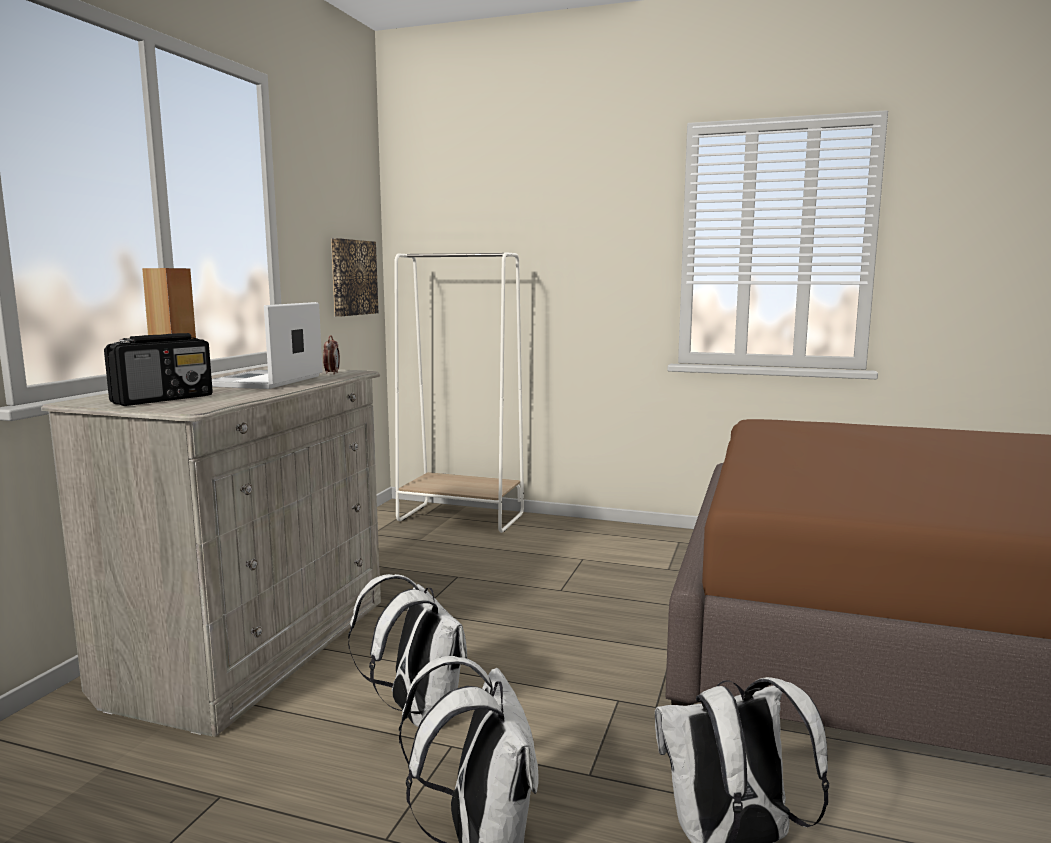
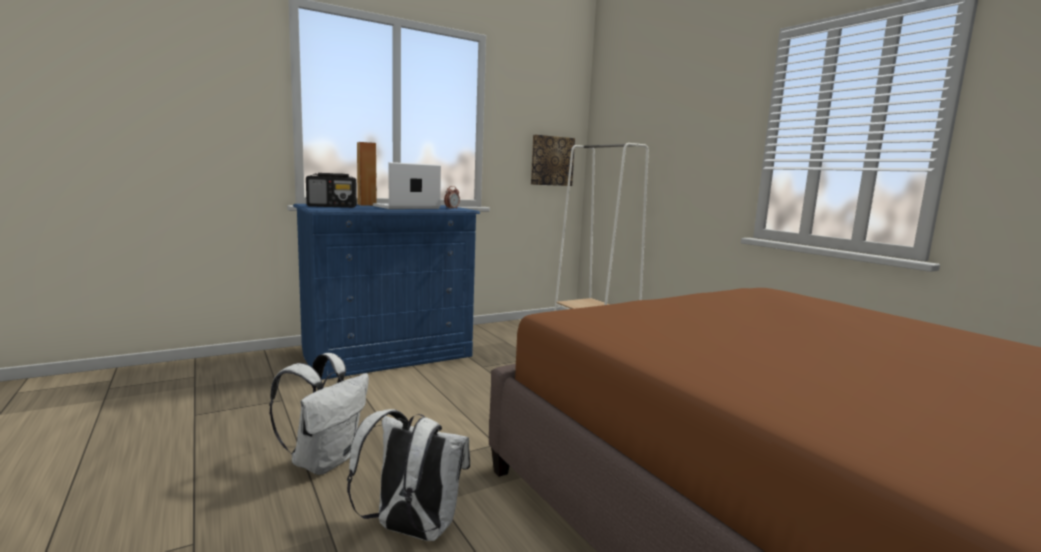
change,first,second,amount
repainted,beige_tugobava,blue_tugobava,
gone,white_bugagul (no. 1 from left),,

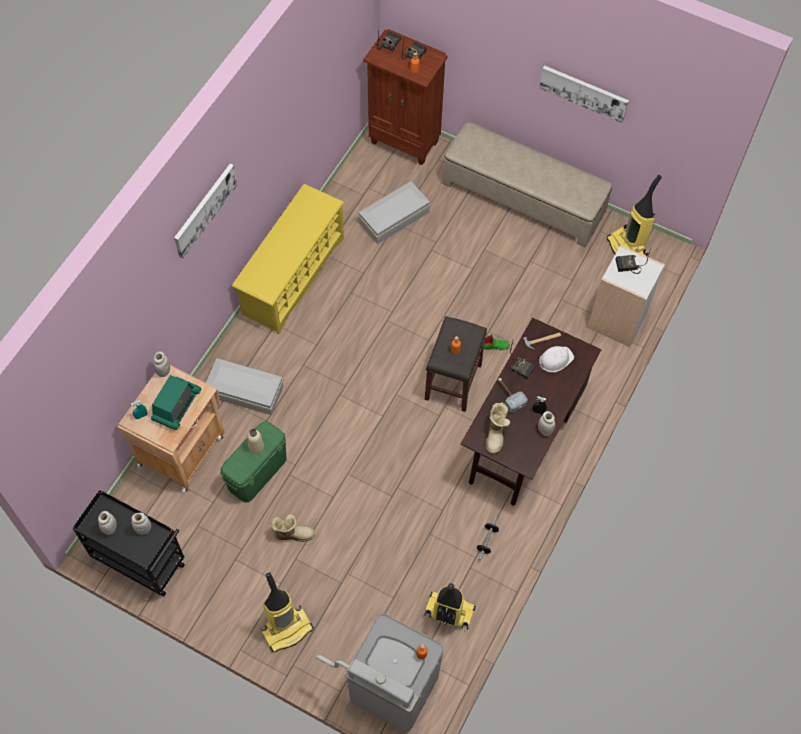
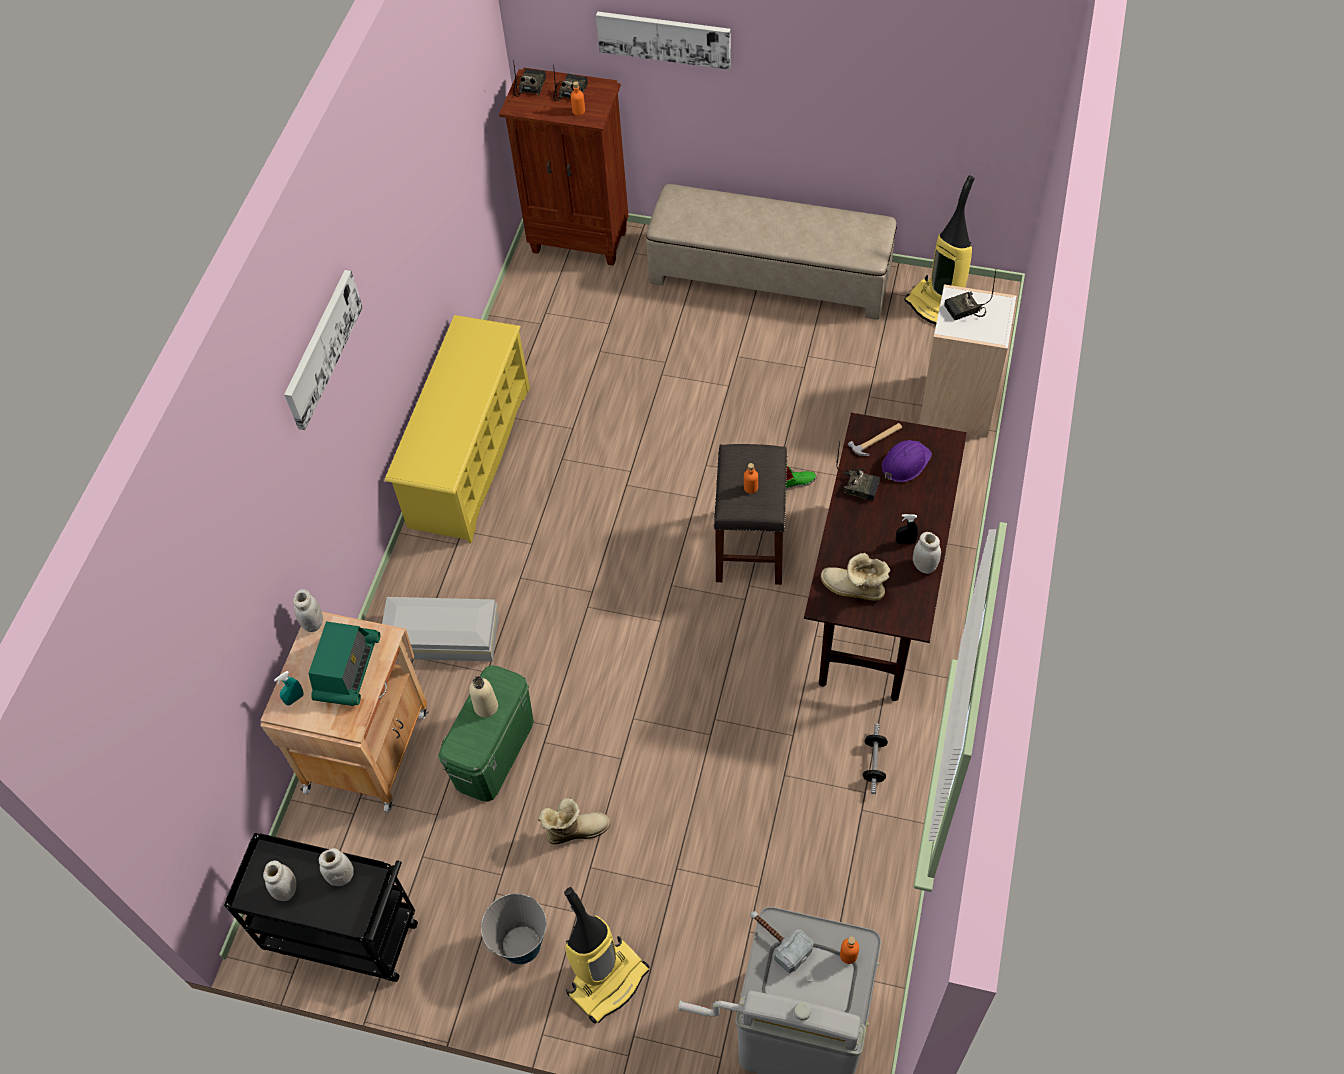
change,first,second,amount
new,,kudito,
shifted,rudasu (no. 2 from left),,
shifted,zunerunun (no. 1 from left),,
rotated,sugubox (no. 2 from left),,120 degrees clockwise
repainted,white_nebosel,purple_nebosel,
gone,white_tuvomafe (no. 2 from left),,
gone,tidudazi (no. 2 from left),,

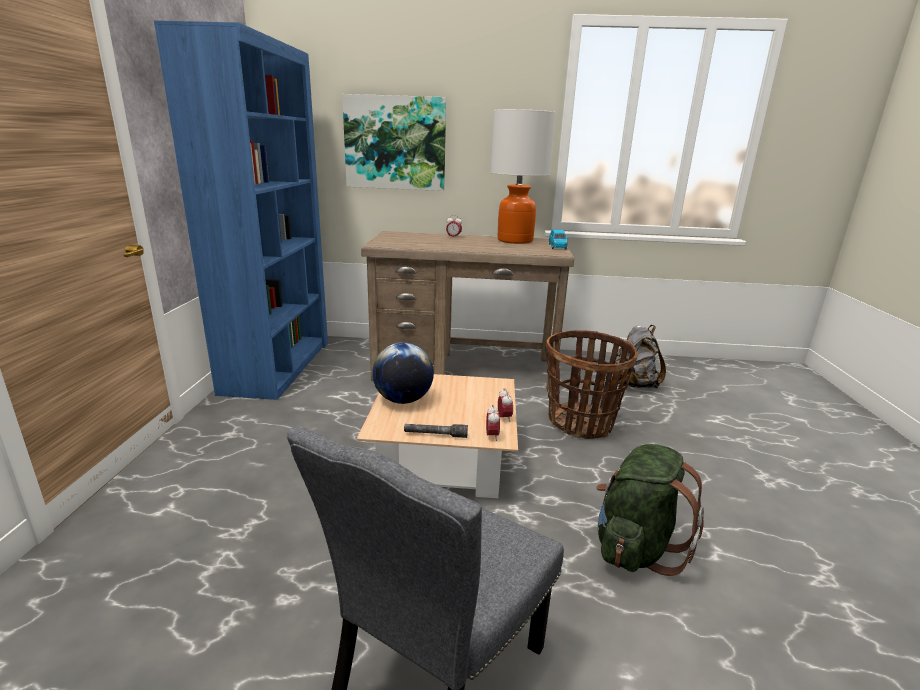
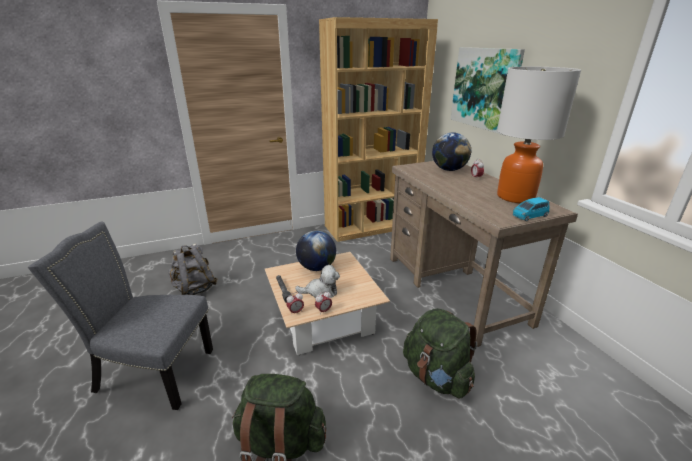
change,first,second,amount
shifted,grey_bugagul,,
new,,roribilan,
repainted,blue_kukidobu,brown_kukidobu,
swapped,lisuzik,green_bugagul (no. 2 from left),
new,,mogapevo (no. 2 from left),

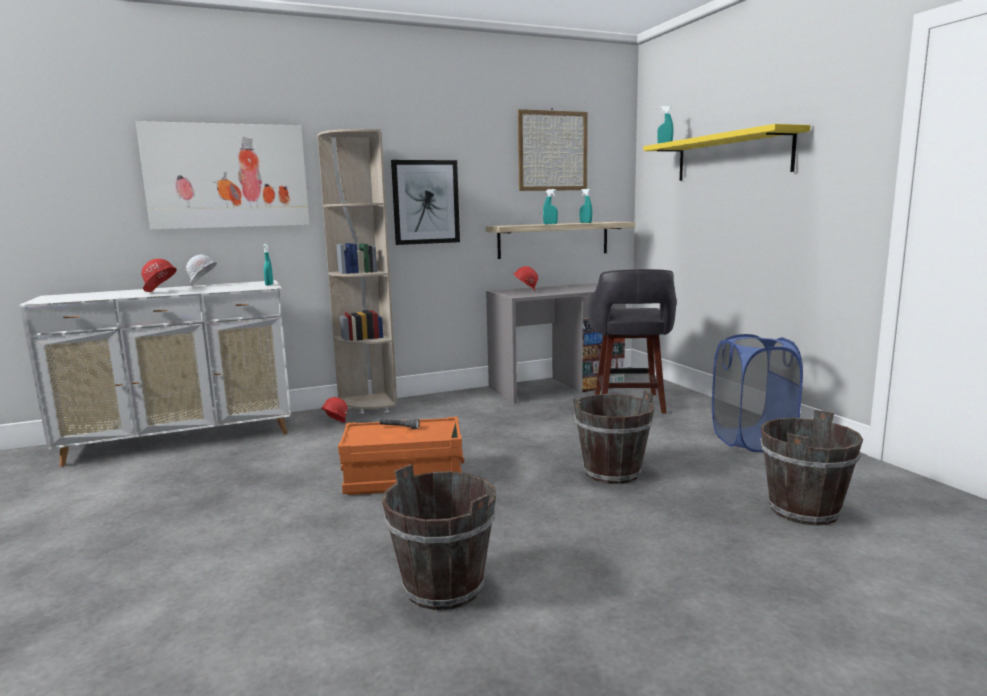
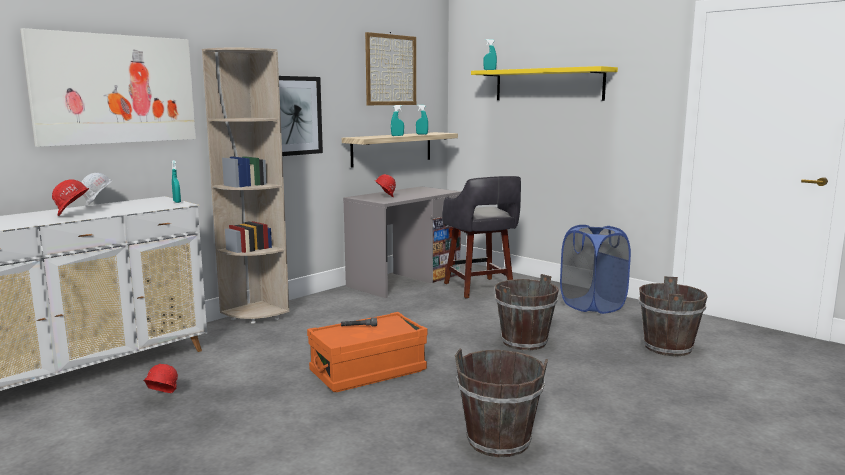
change,first,second,amount
shifted,red_nebosel (no. 2 from left),,

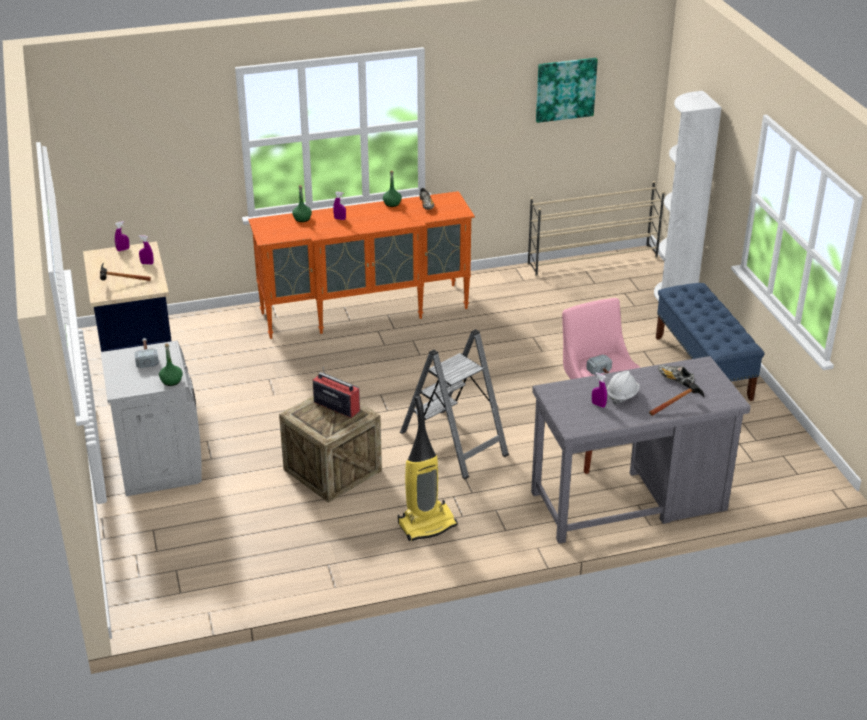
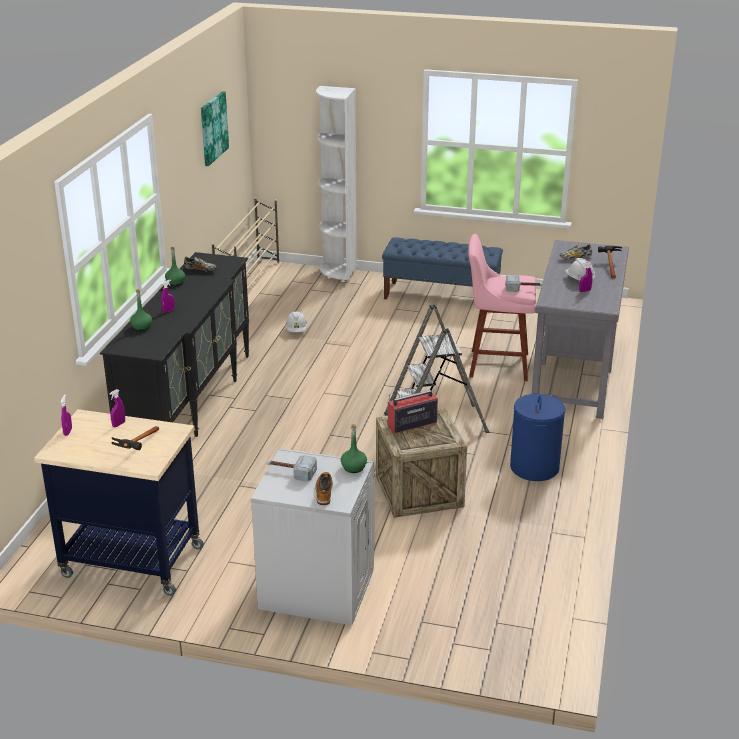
change,first,second,amount
repainted,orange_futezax,black_futezax,
new,,white_nebosel (no. 1 from left),
new,,sugubox,
swapped,tidudazi,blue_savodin,

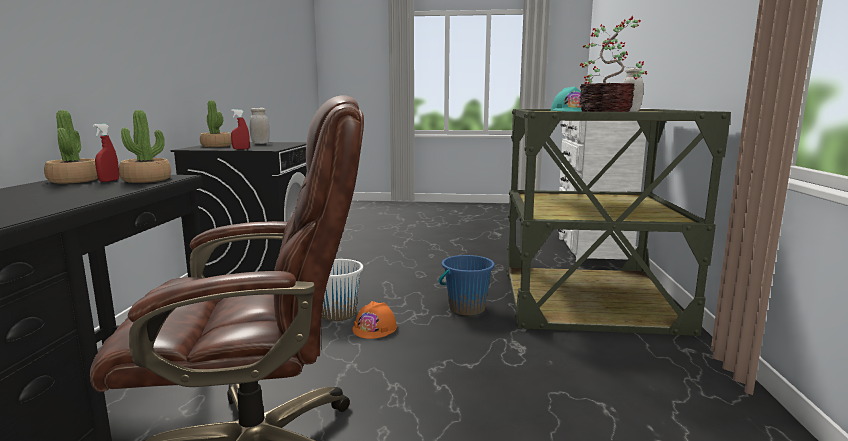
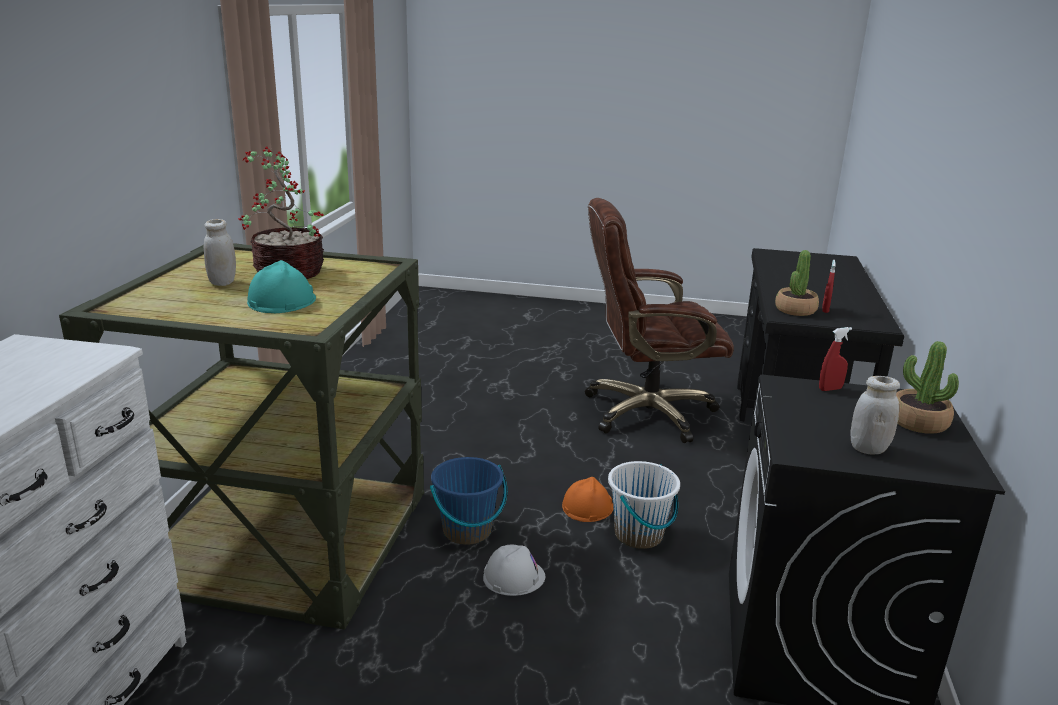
change,first,second,amount
new,,white_nebosel,
gone,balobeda (no. 1 from left),,

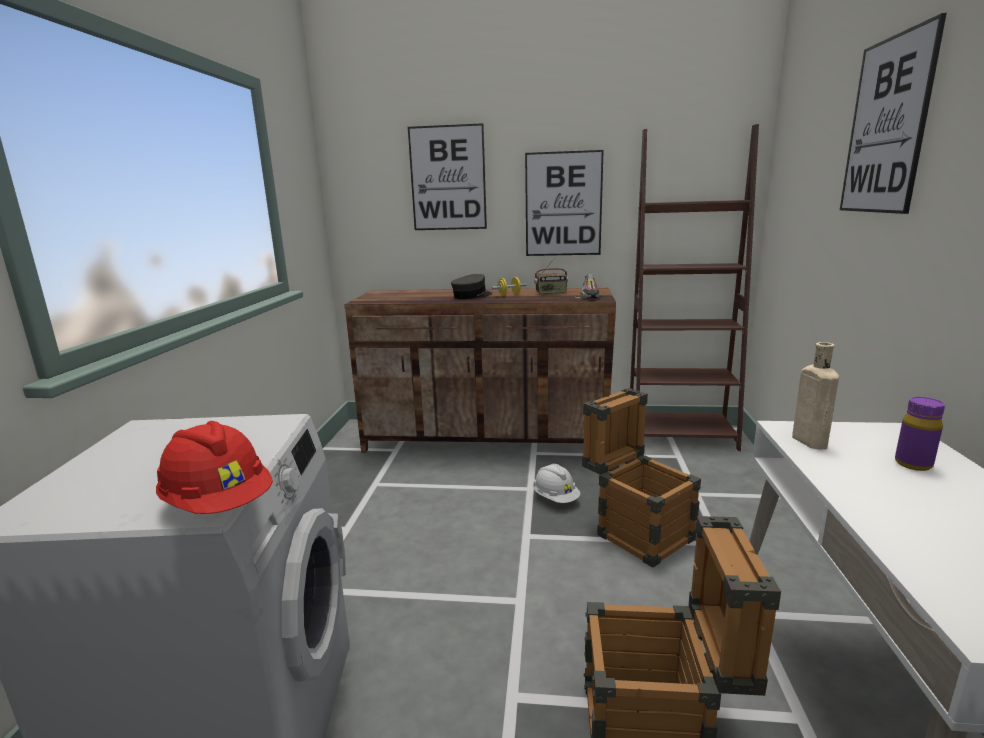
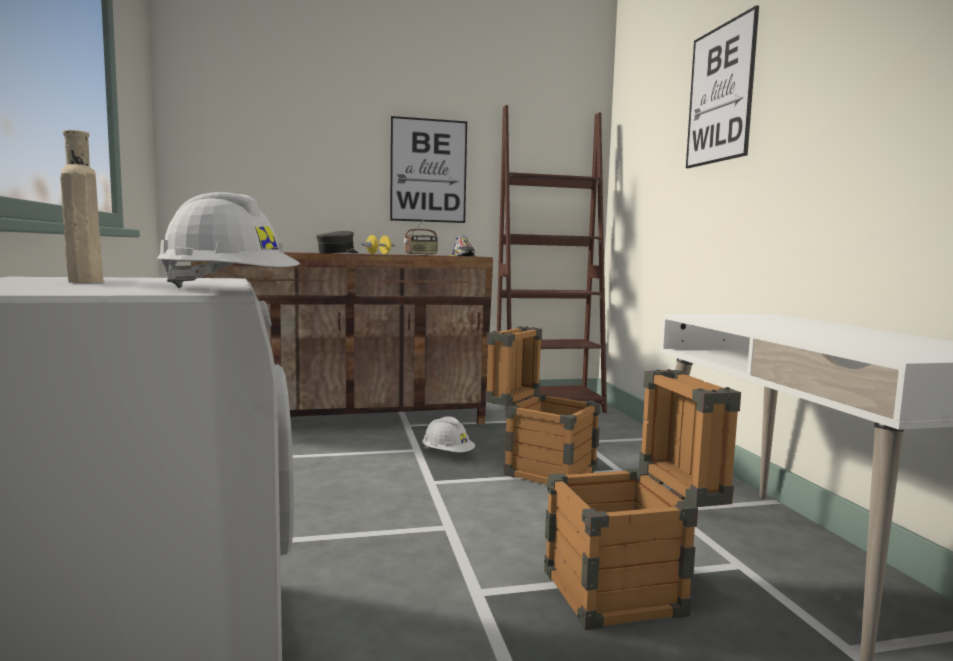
change,first,second,amount
shifted,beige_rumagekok,,
repainted,red_nebosel,white_nebosel (no. 1 from left),
gone,rudasu (no. 1 from left),,
gone,purple_rumagekok,,

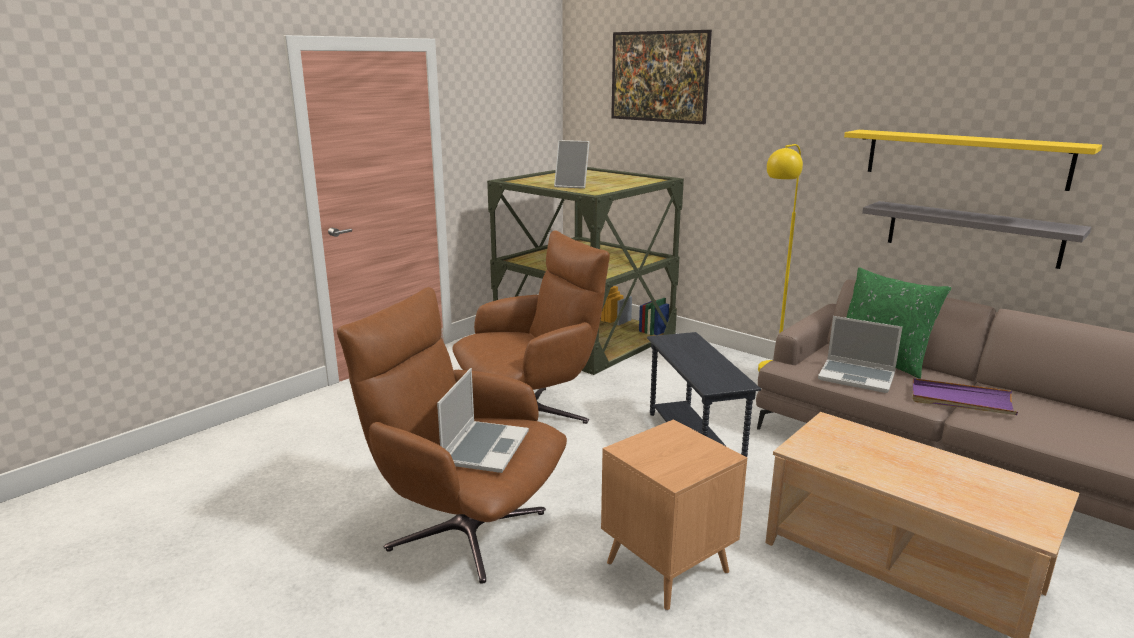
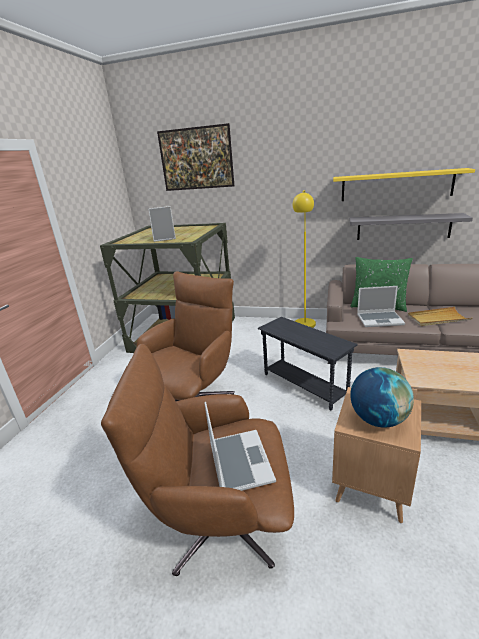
change,first,second,amount
new,,mogapevo,
repainted,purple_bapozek,beige_bapozek,

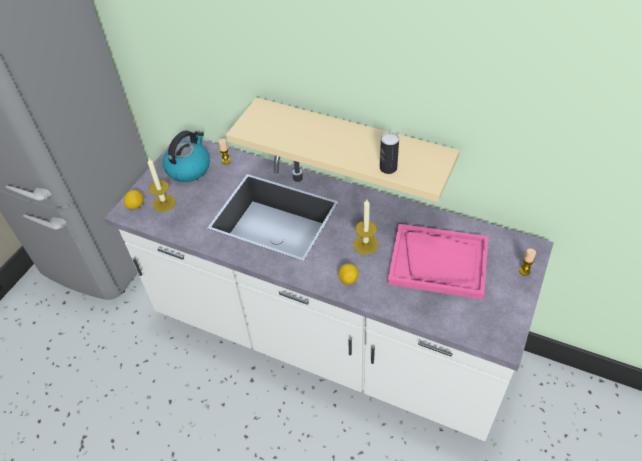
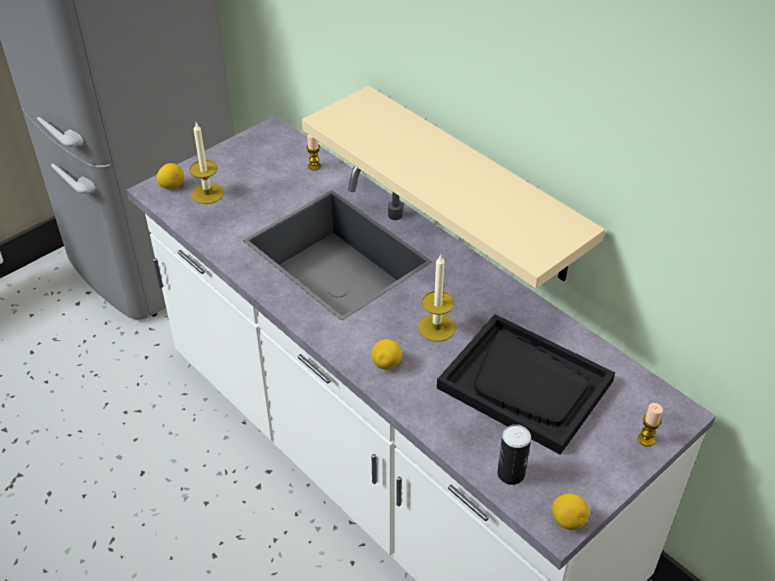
change,first,second,amount
repainted,pink_bapozek,black_bapozek,
shifted,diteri,,
new,,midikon (no. 3 from left),
gone,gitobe,,

